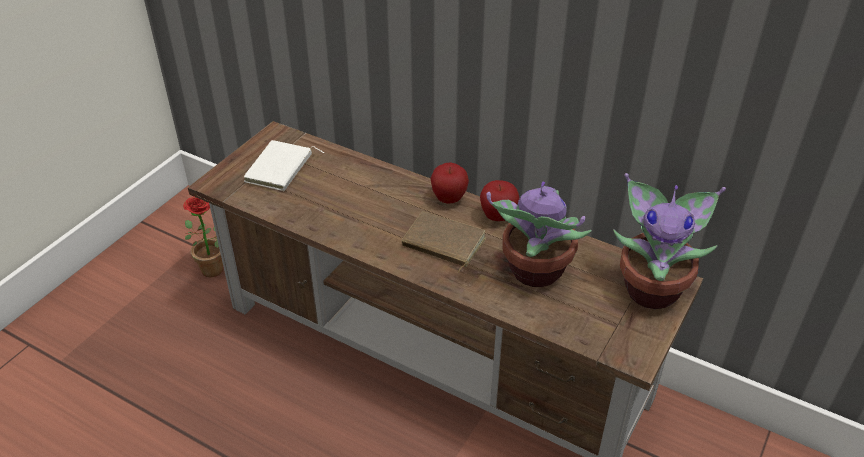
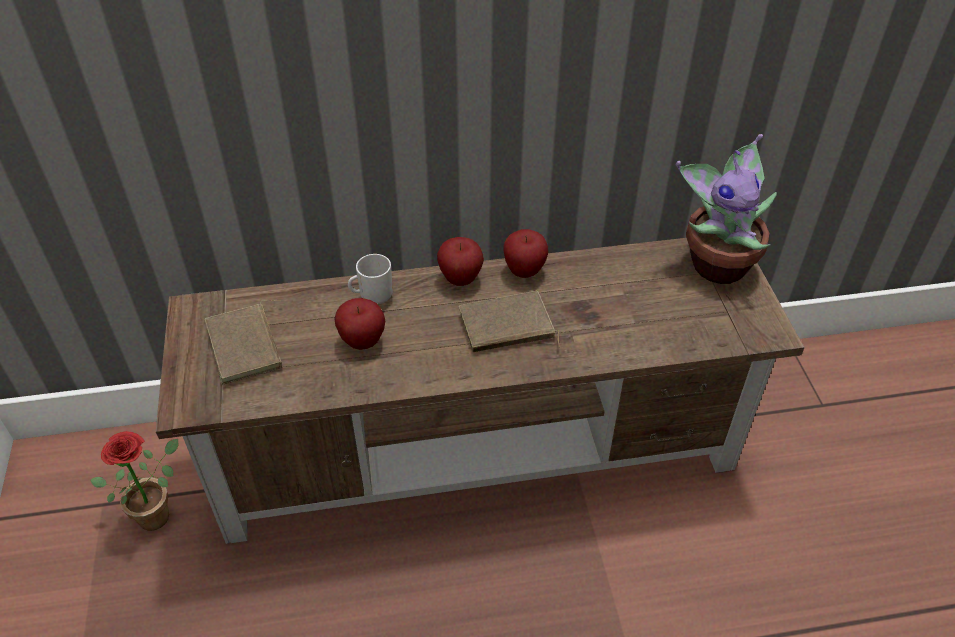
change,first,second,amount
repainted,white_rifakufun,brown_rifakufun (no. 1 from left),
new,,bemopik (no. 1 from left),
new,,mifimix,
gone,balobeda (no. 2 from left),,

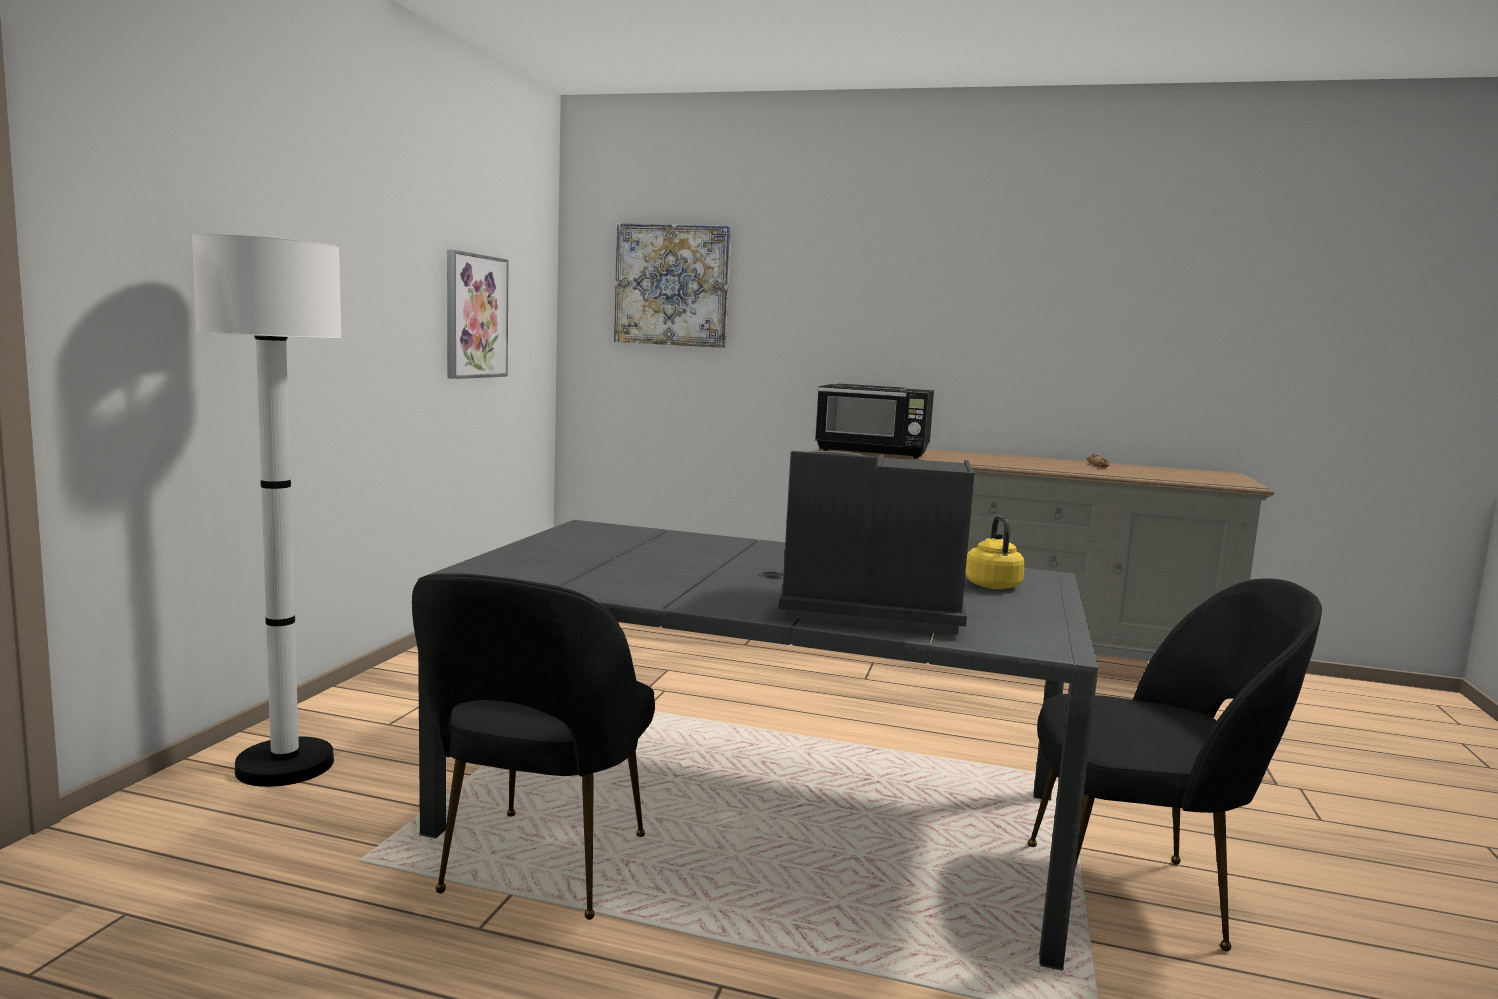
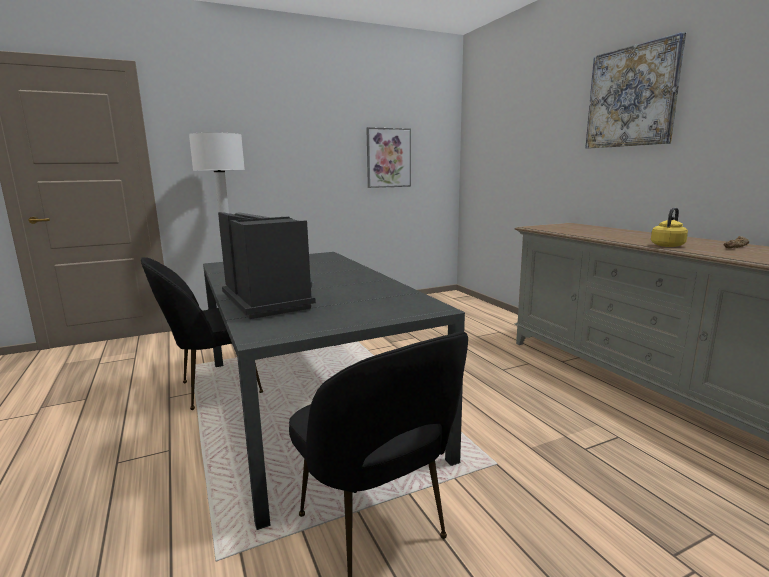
change,first,second,amount
shifted,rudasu (no. 2 from left),,
shifted,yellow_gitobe,,
gone,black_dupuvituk,,

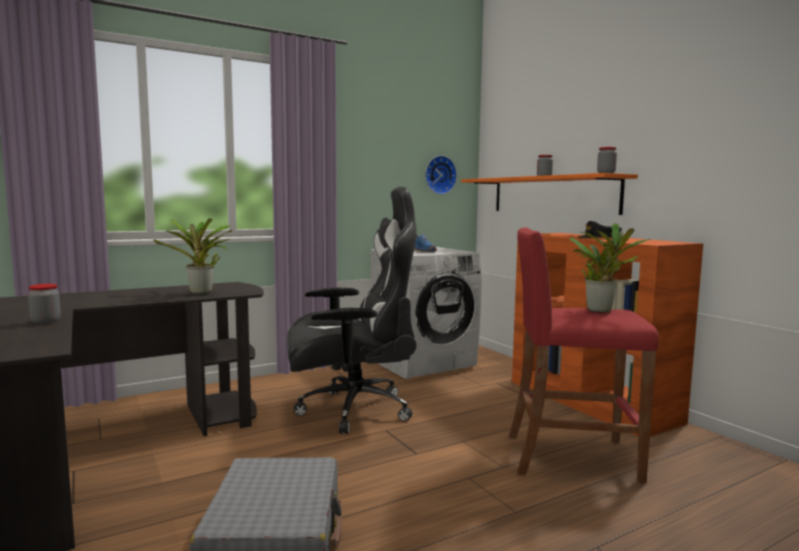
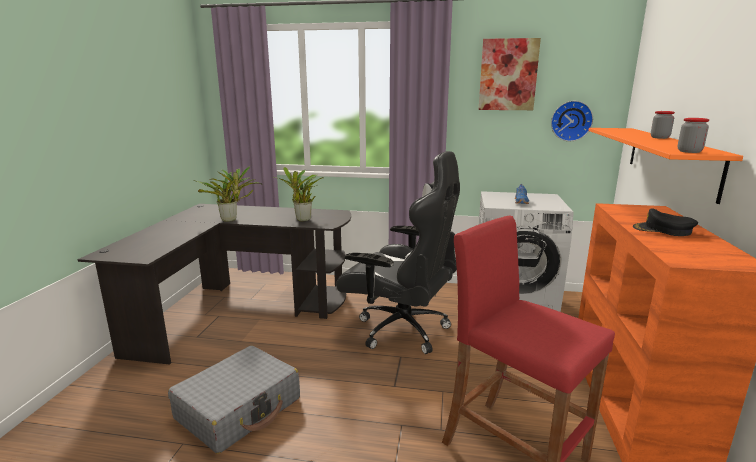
change,first,second,amount
shifted,balobeda (no. 2 from left in the first image),balobeda (no. 1 from left),
new,,rudasu,
gone,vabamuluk (no. 1 from left),,

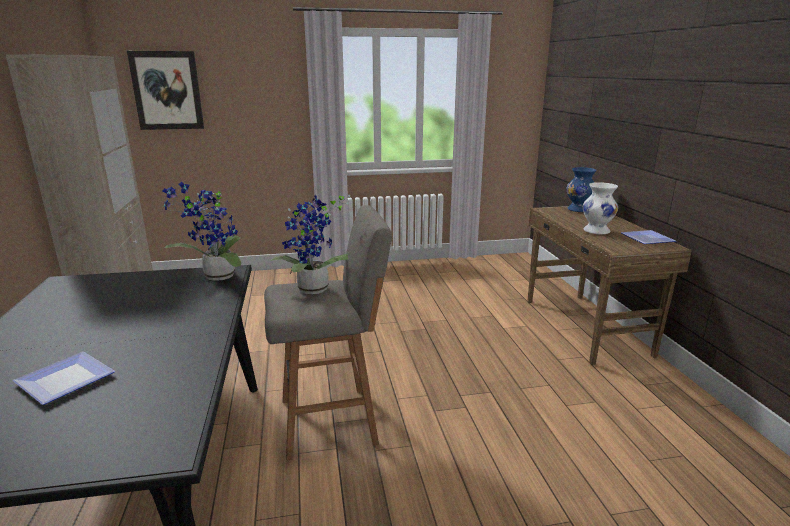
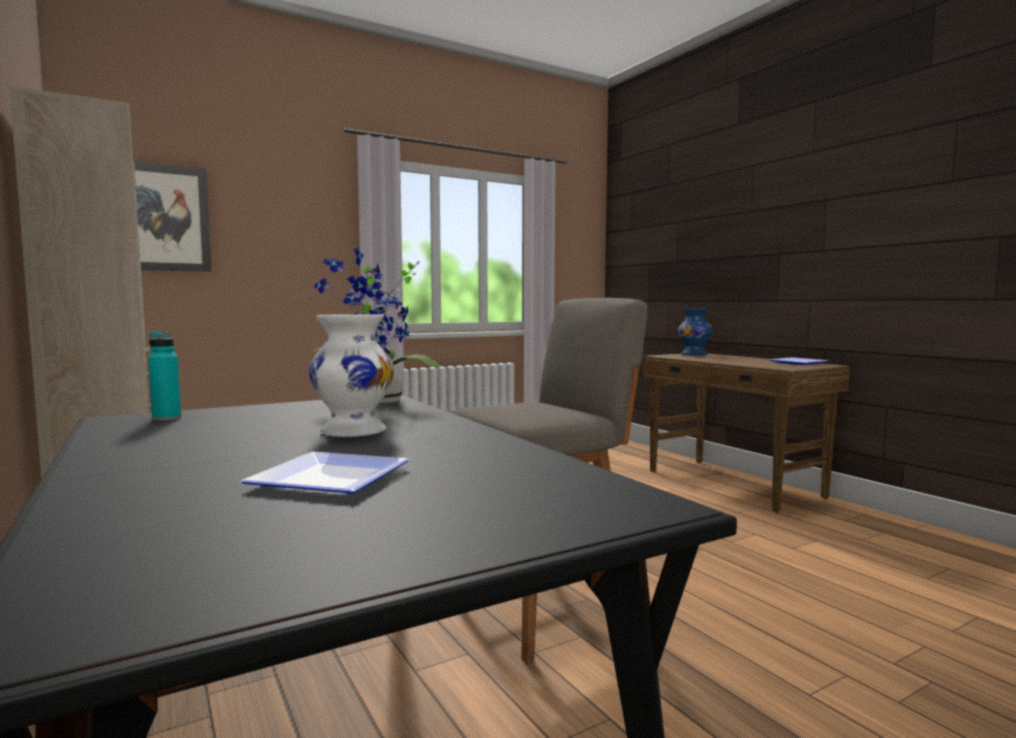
change,first,second,amount
new,,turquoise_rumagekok,
shifted,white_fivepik,,
gone,balobeda (no. 2 from left),,

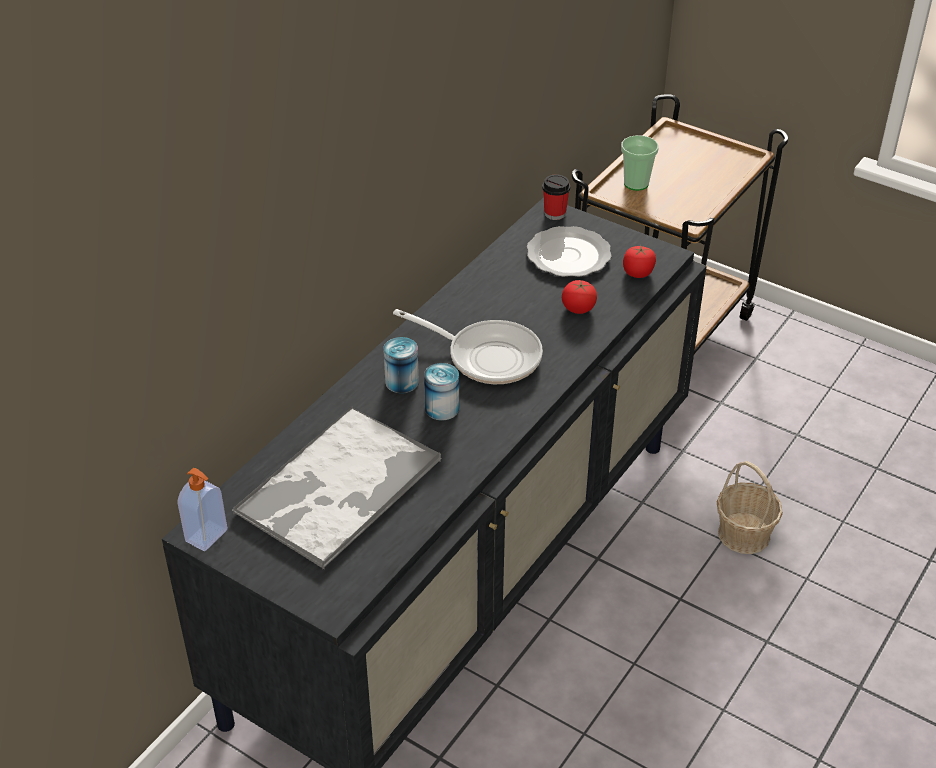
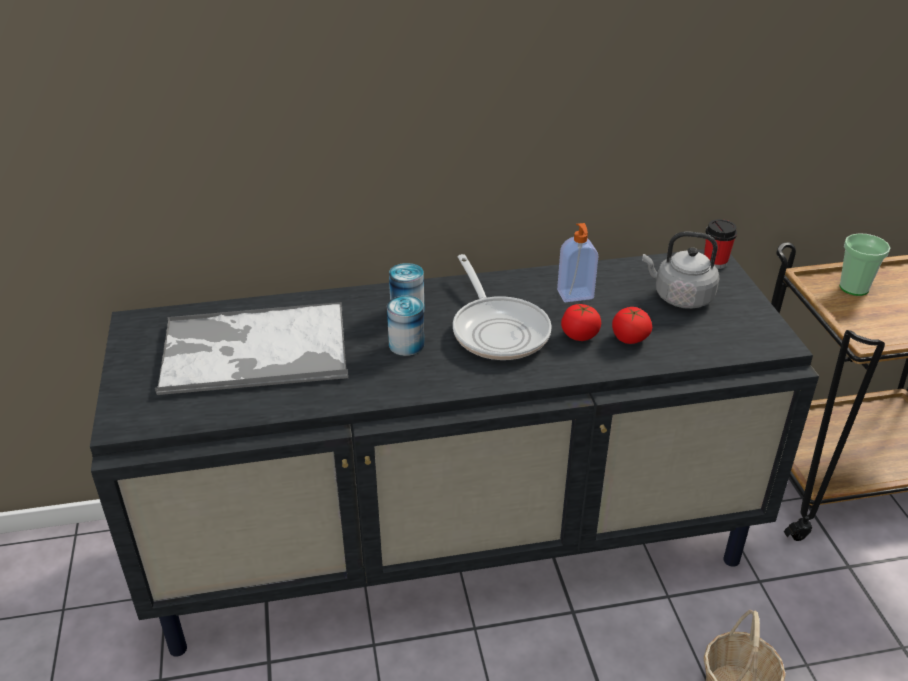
change,first,second,amount
shifted,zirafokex,,
shifted,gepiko (no. 2 from left in the first image),gepiko (no. 1 from left),
swapped,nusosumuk,grey_gitobe,

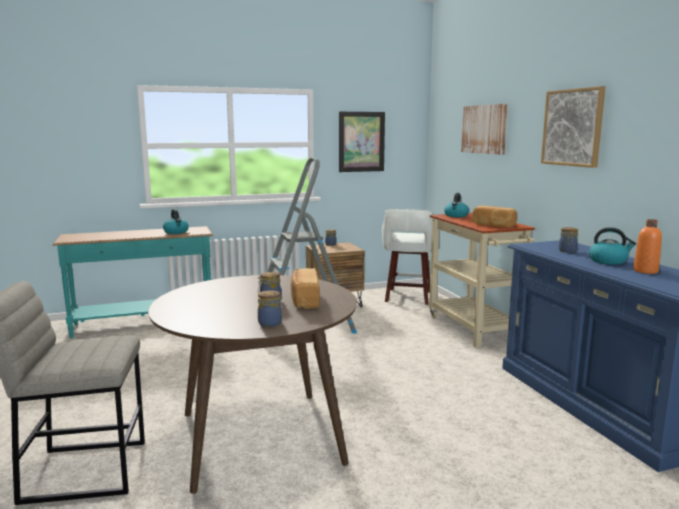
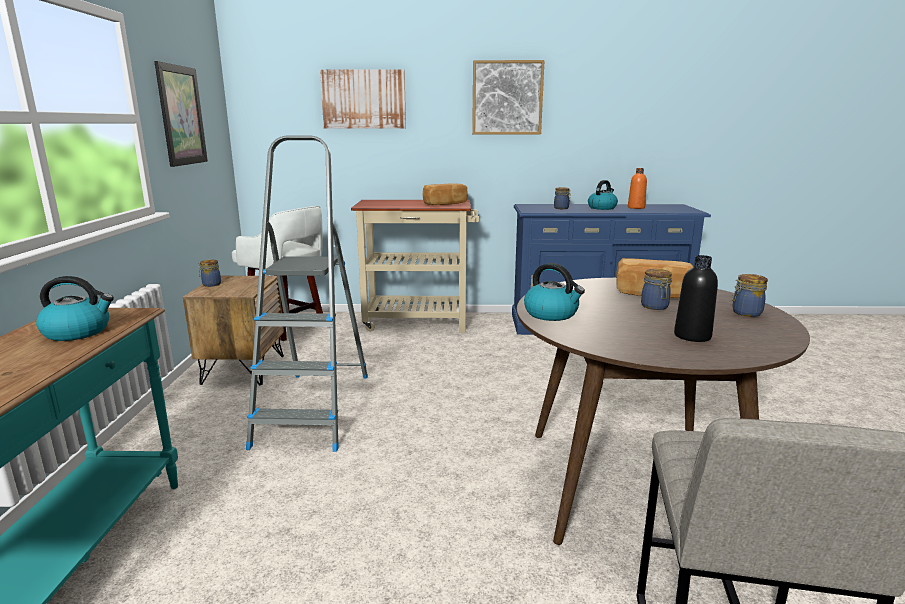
change,first,second,amount
shifted,gitobe (no. 2 from left),,
new,,black_rumagekok,

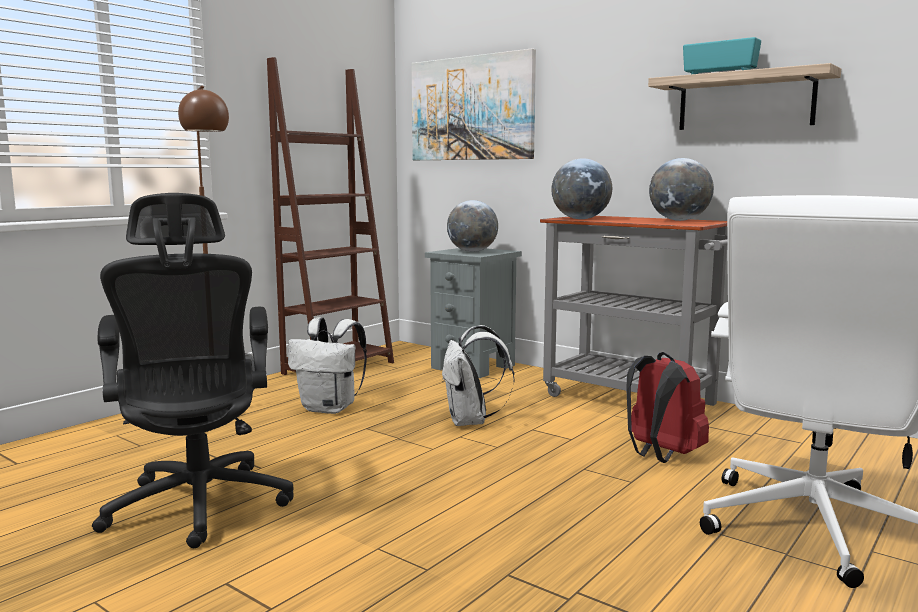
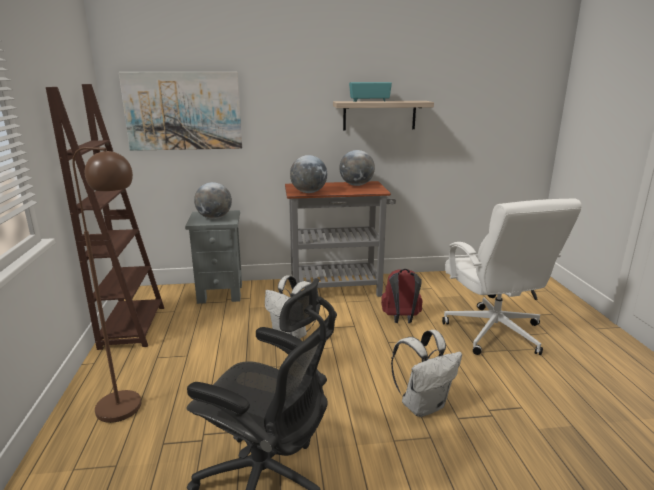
change,first,second,amount
shifted,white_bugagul (no. 1 from left in the first image),white_bugagul (no. 2 from left),

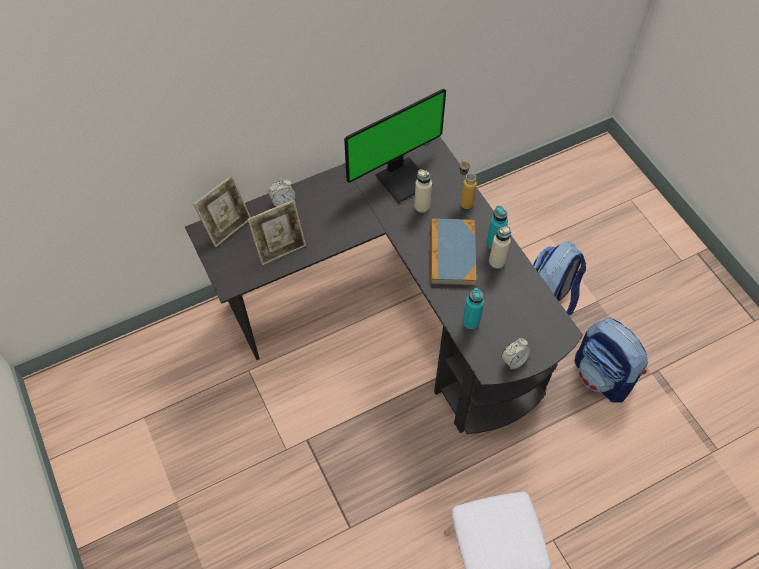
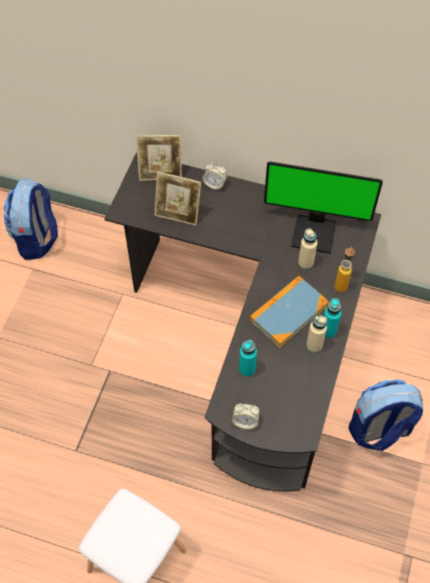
change,first,second,amount
shifted,bugagul (no. 2 from left in the first image),bugagul (no. 1 from left),

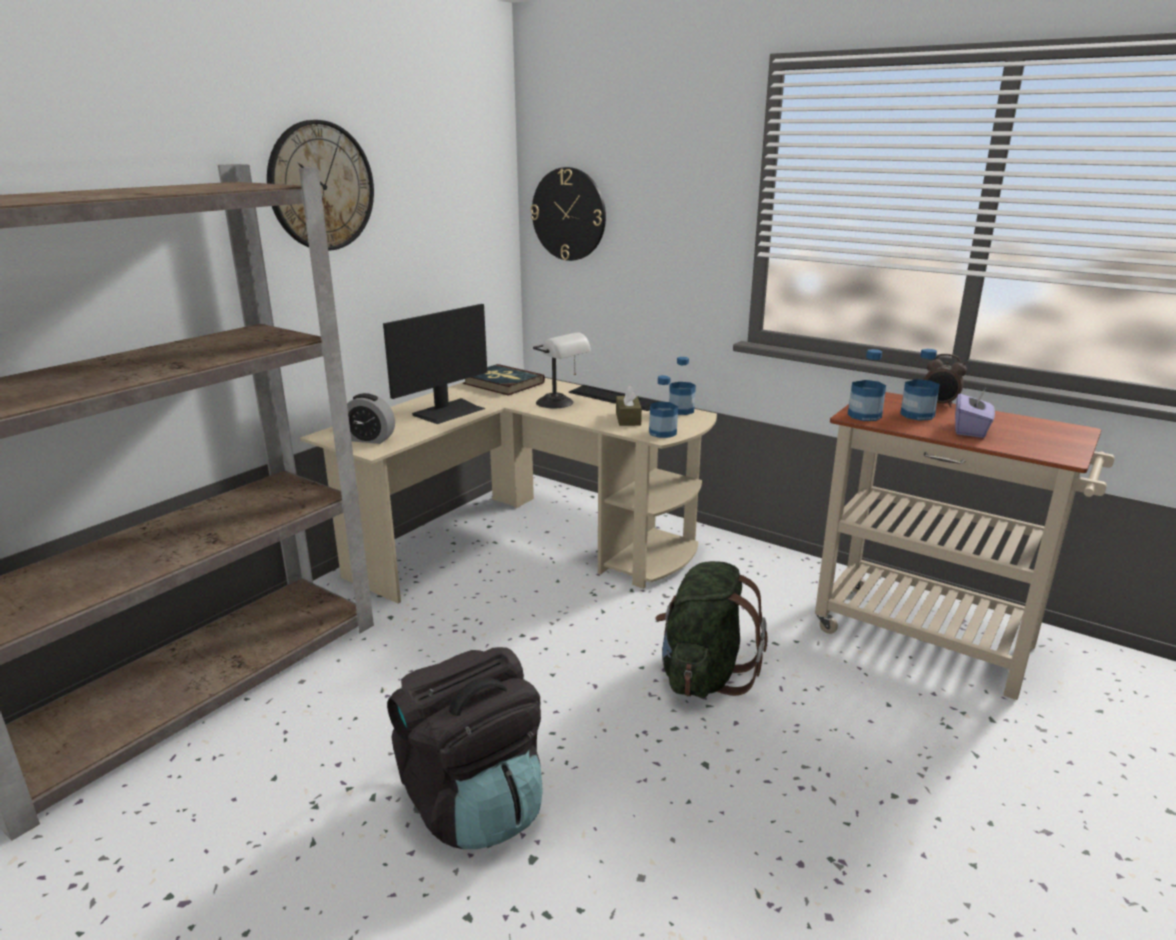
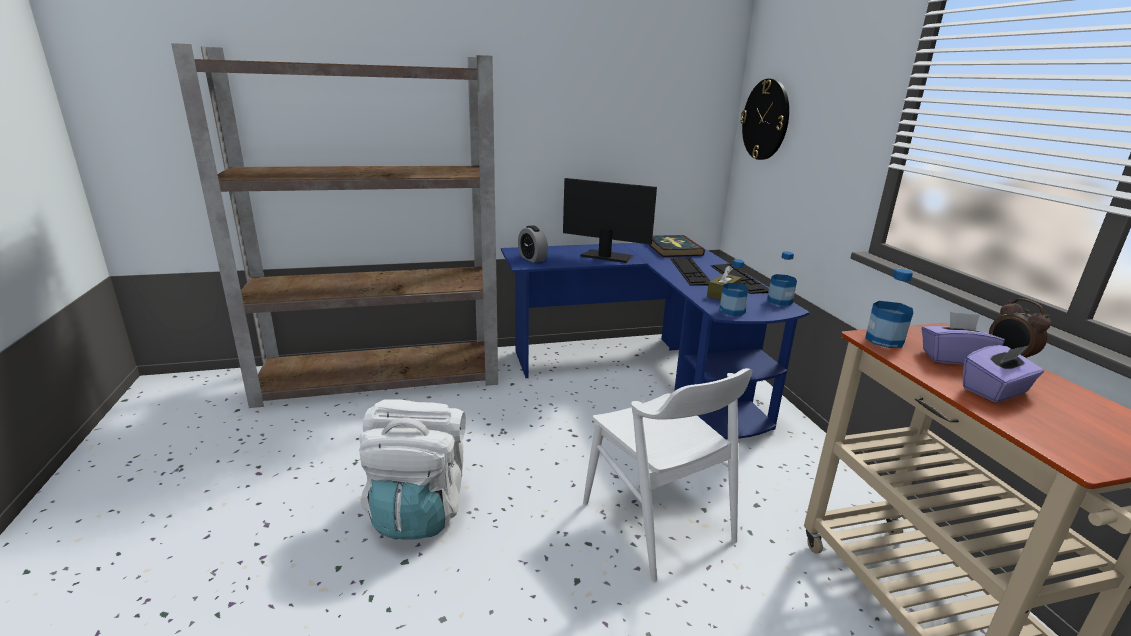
change,first,second,amount
repainted,black_bugagul,white_bugagul,
repainted,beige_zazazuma,blue_zazazuma,
rotated,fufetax,,150 degrees counterclockwise
swapped,green_bugagul,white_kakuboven,
swapped,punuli,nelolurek (no. 1 from left),
swapped,rumagekok (no. 4 from left),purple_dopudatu (no. 1 from left),
gone,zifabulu (no. 1 from left),,

